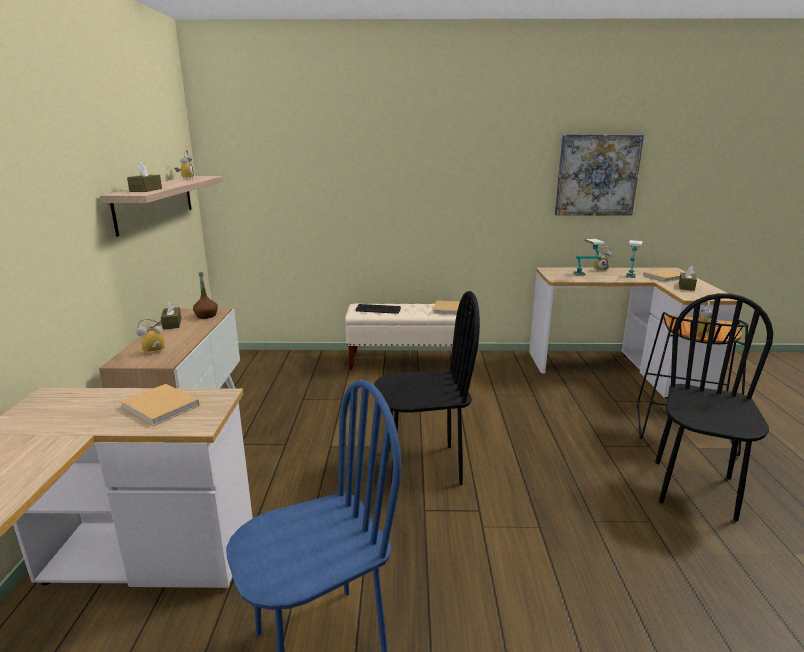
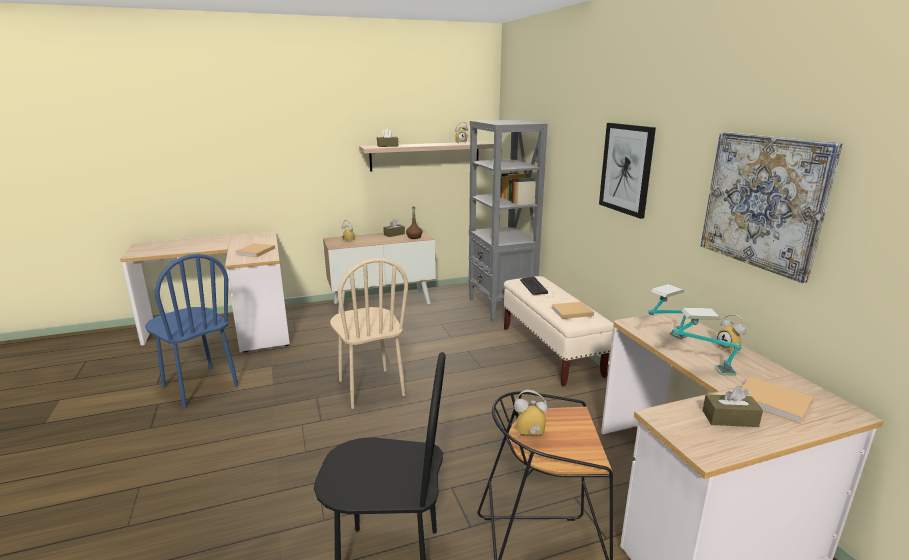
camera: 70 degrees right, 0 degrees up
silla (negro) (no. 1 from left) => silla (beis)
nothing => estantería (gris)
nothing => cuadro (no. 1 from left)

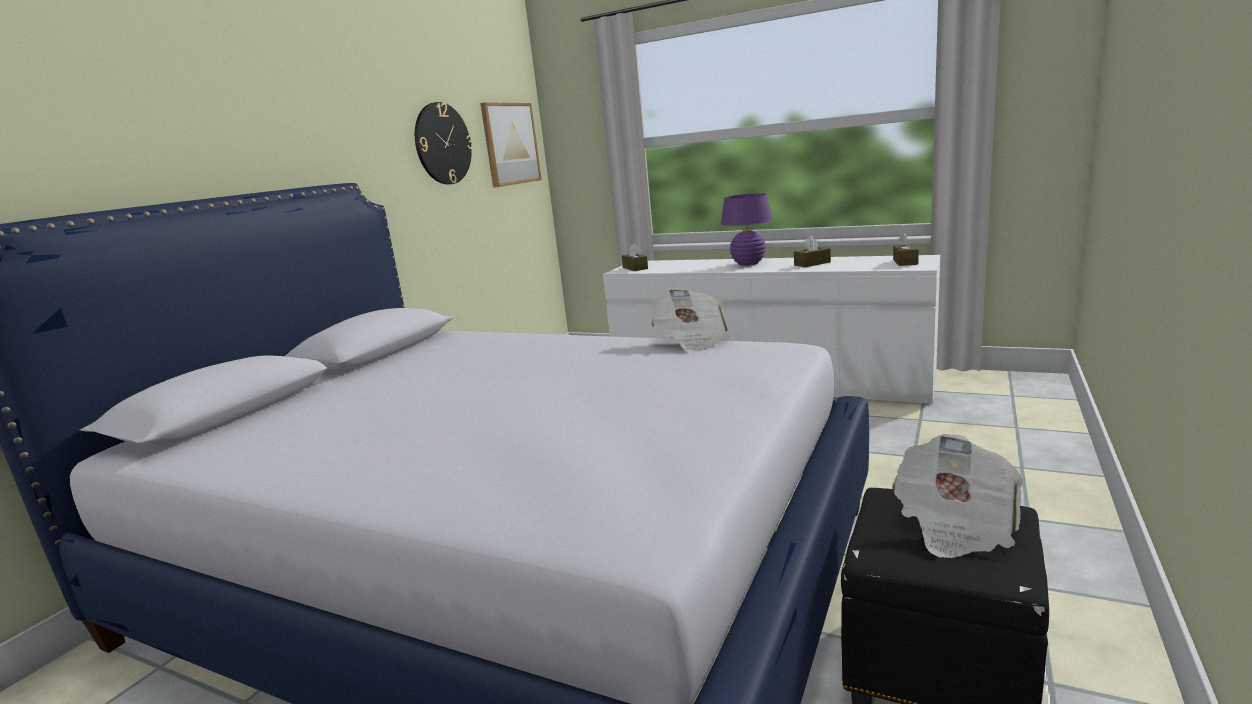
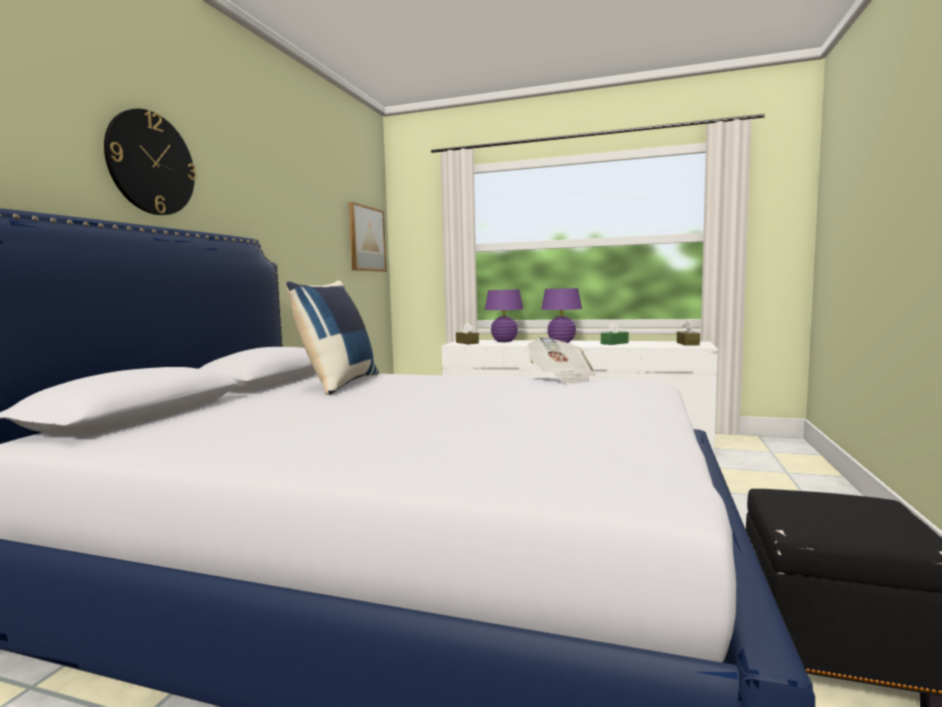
camera: 10 degrees left, 10 degrees down
reloj de pared, relocated
caja de pañuelos (marrón) (no. 2 from left) => caja de pañuelos (verde)
periódico (no. 2 from left) => nothing
nothing => cojín (azul)
nothing => lámpara de mesa (morado) (no. 1 from left)

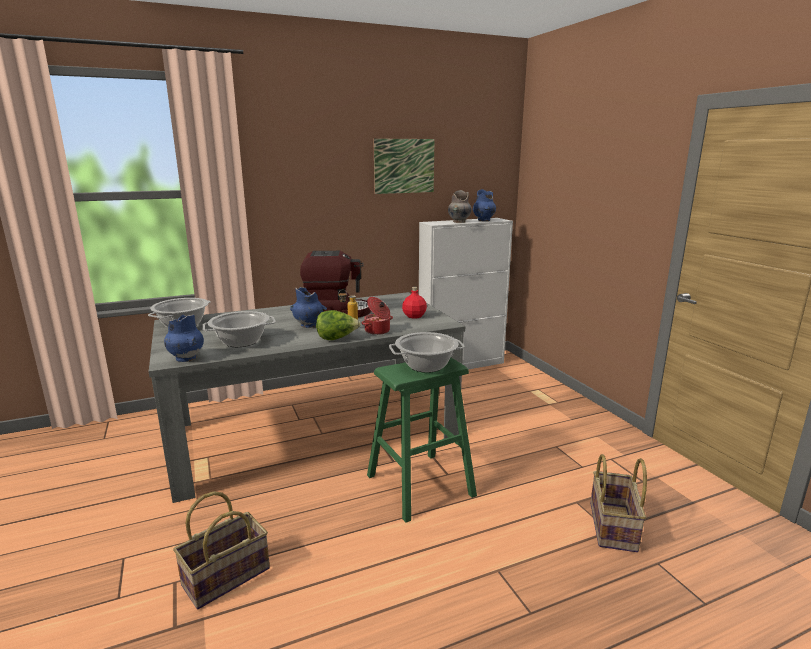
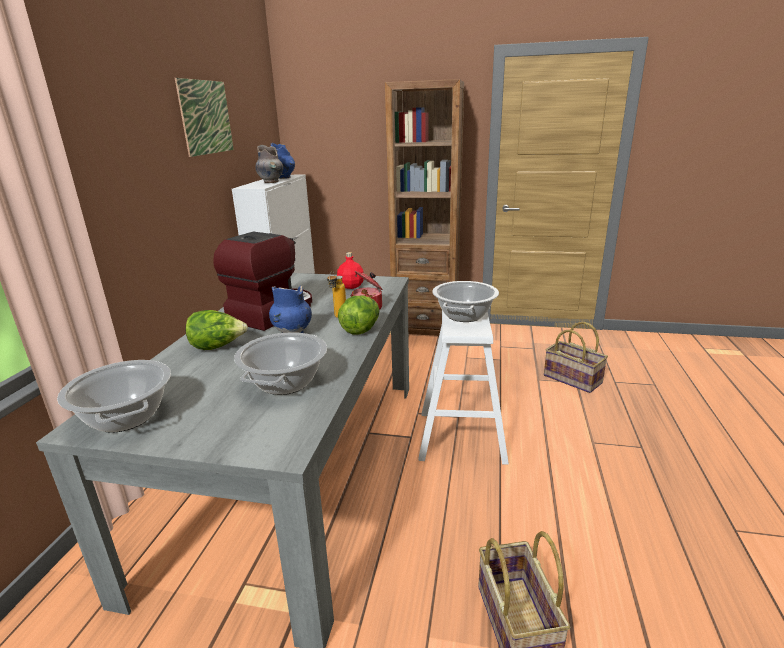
camera: 55 degrees left, 5 degrees up
florero (azul) (no. 1 from left) => nothing
taburete (verde) => taburete (blanco)
nothing => estantería (marrón)
nothing => lechuga (no. 1 from left)

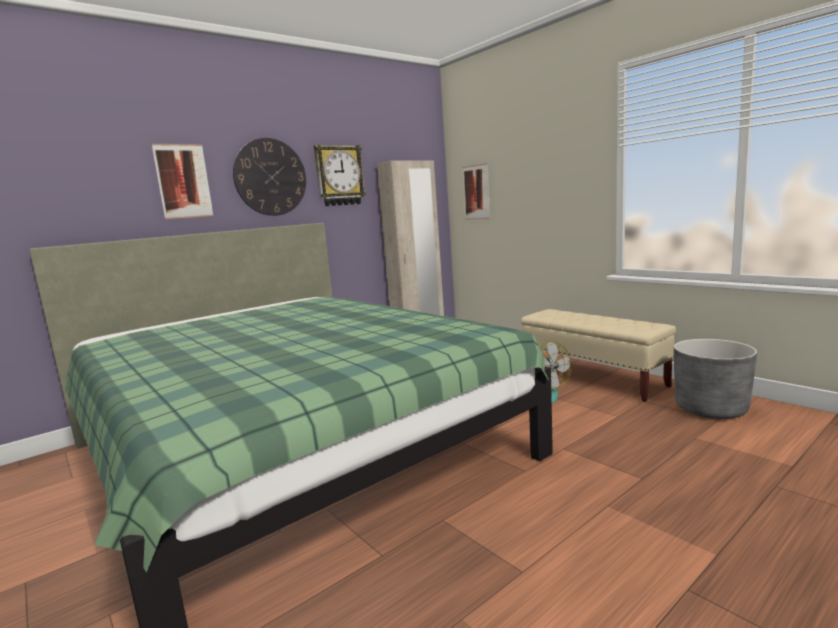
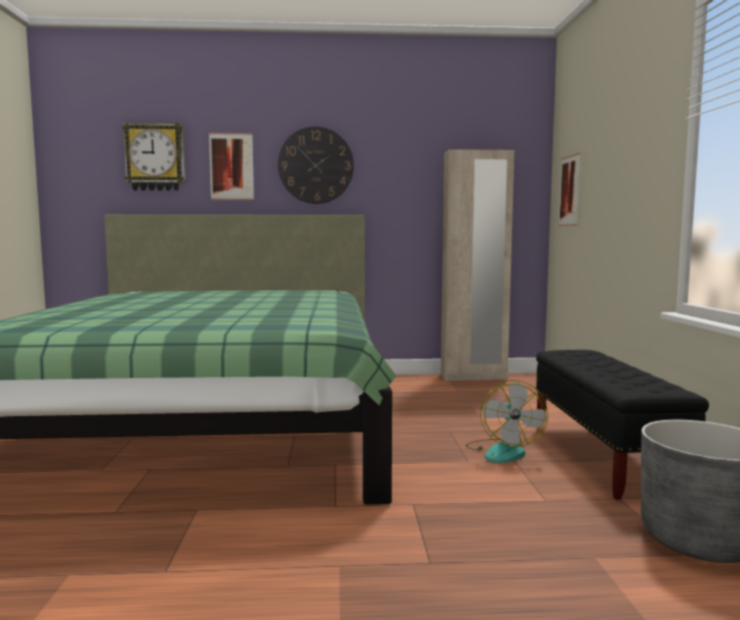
camera: 35 degrees right, 5 degrees down
reloj de pared (no. 2 from left in the first image) => reloj de pared (no. 1 from left), relocated
banco (beis) => banco (negro)

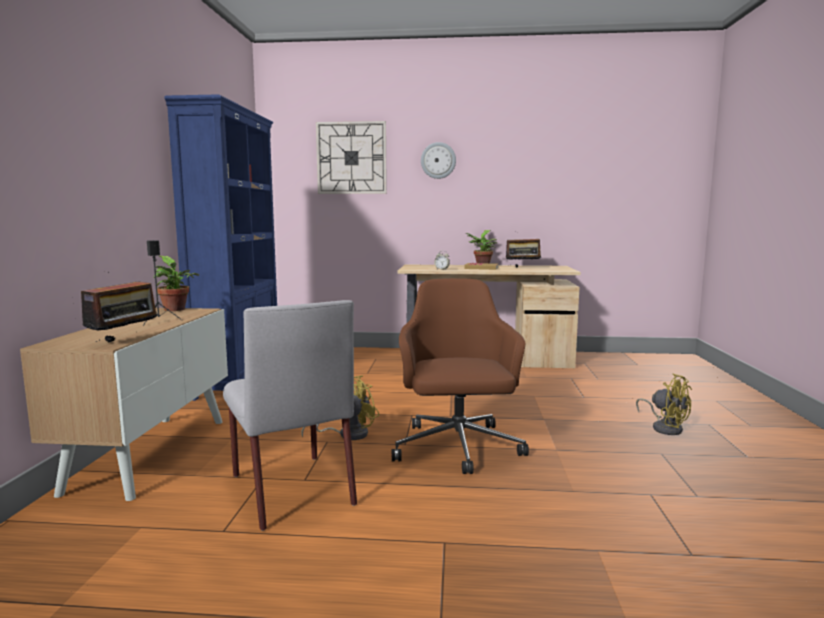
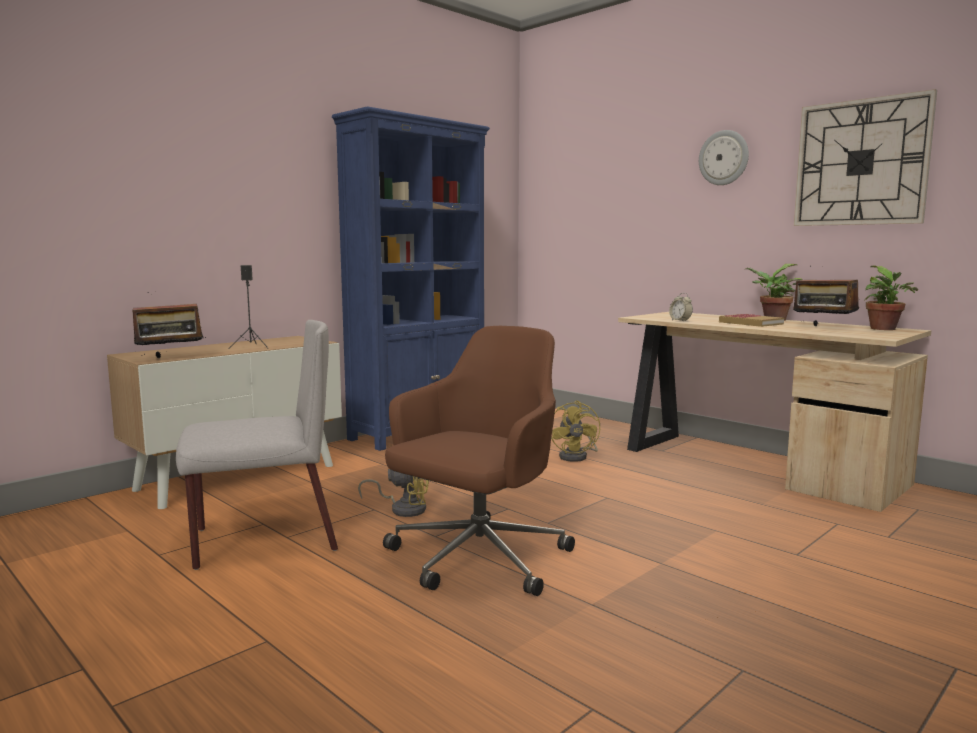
camera: 40 degrees right, 0 degrees up
reloj de pared (no. 1 from left in the first image) => reloj de pared (no. 2 from left), relocated
planta en maceta (no. 1 from left in the first image) => planta en maceta (no. 2 from left), relocated
silla (gris), 120 degrees counterclockwise
ventilador (amarillo) (no. 2 from left), relocated

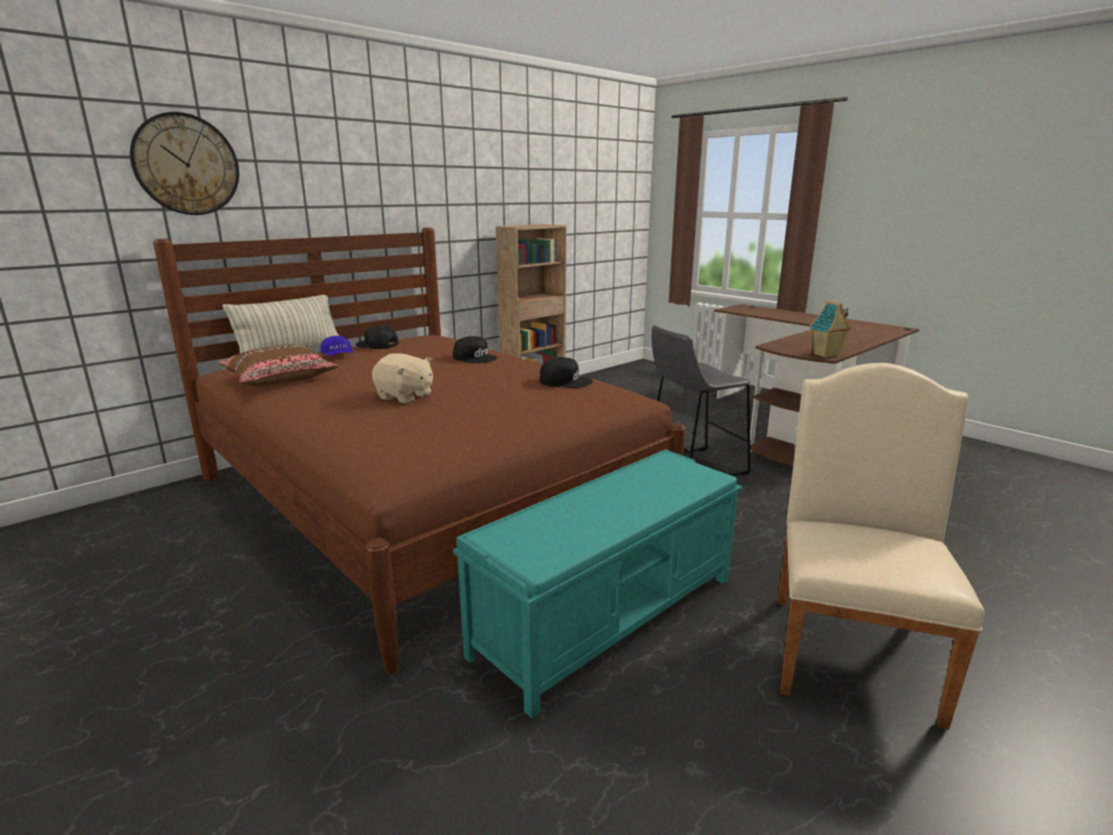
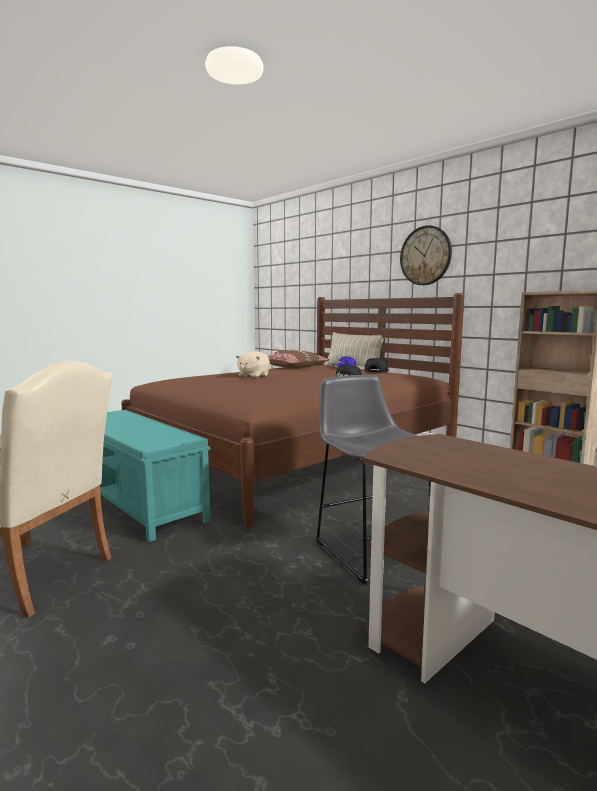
camera: 90 degrees right, 10 degrees down
reloj de pared, relocated
casita => nothing
gorra (negro) (no. 3 from left) => nothing

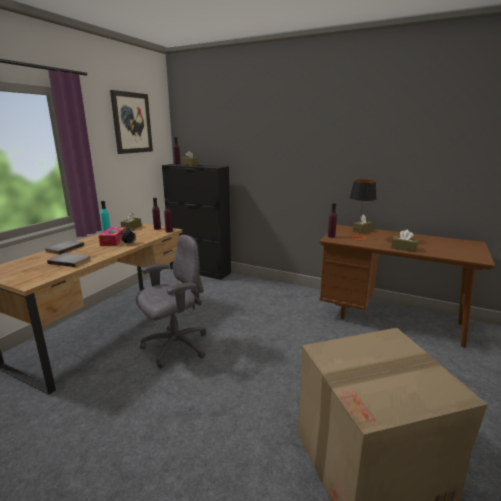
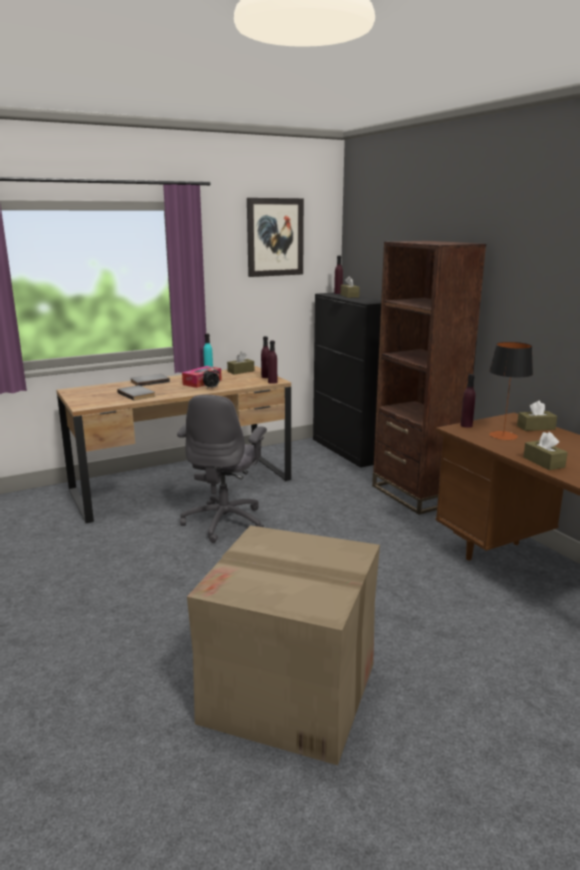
camera: 35 degrees right, 0 degrees up
silla de oficina (gris), 105 degrees clockwise
nothing => estantería (marrón)

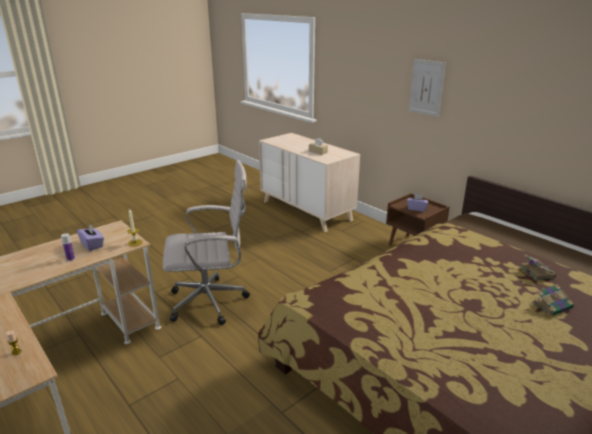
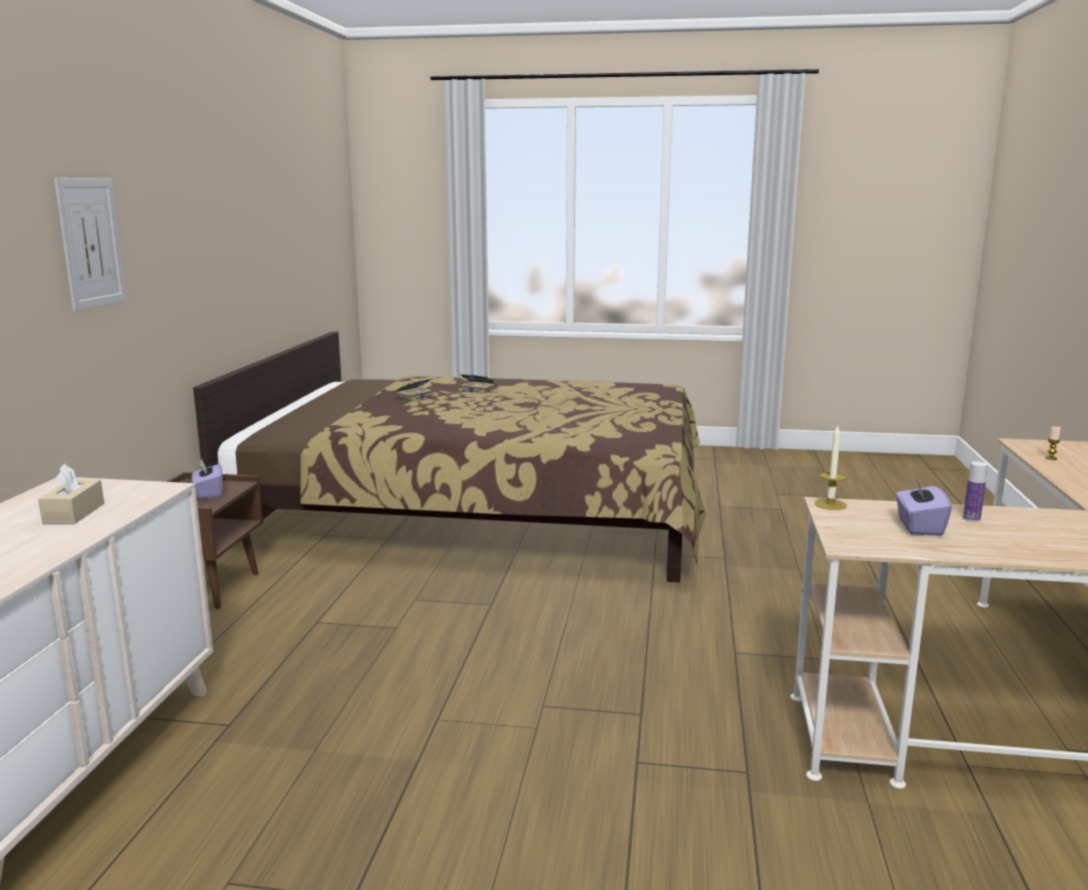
camera: 130 degrees left, 10 degrees down
silla de oficina (blanco) => nothing

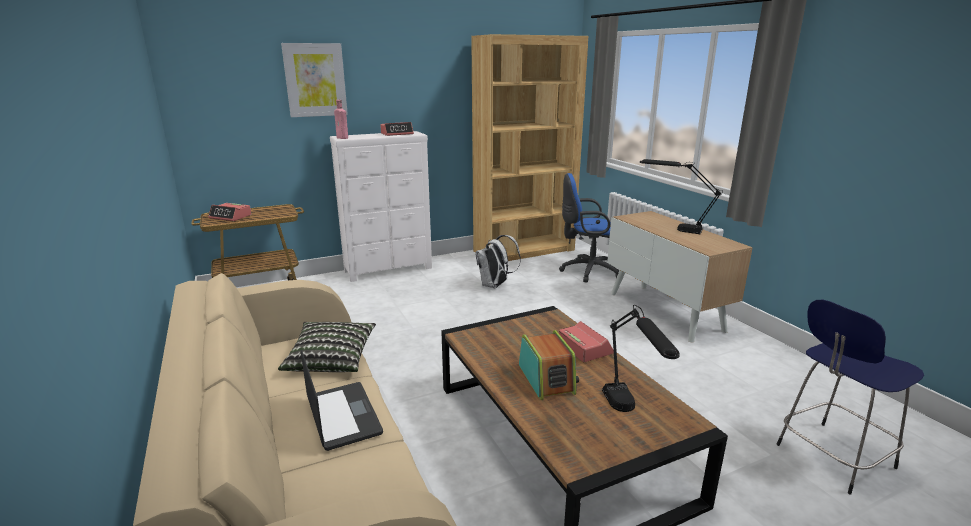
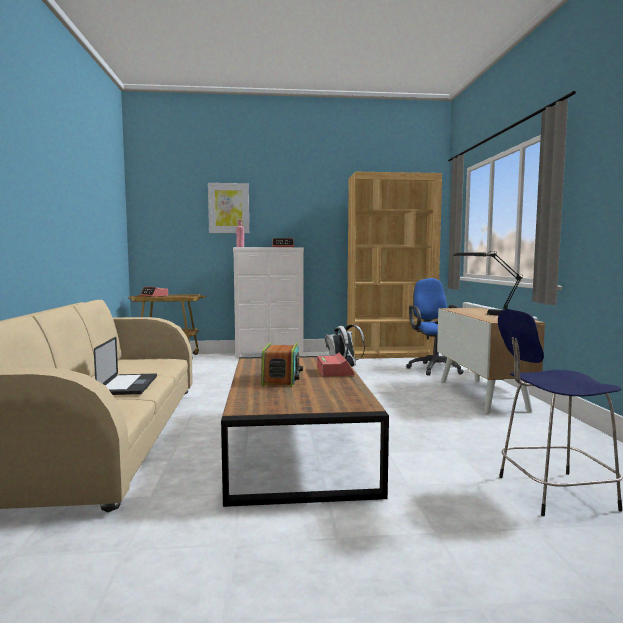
camera: 20 degrees right, 15 degrees down
silla de oficina (azul), 60 degrees clockwise
lámpara de mesa (negro) (no. 1 from left) => nothing
cojín => nothing

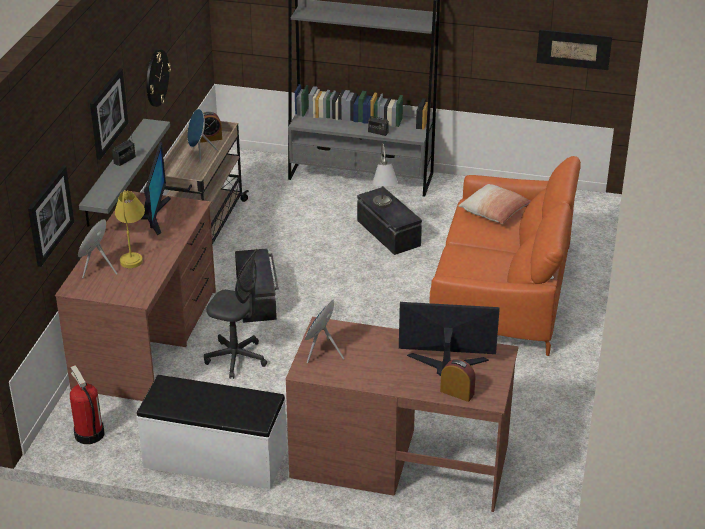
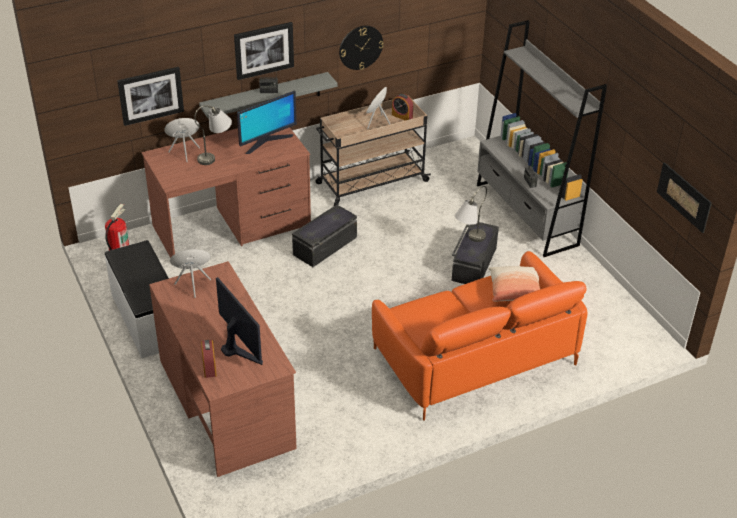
camera: 50 degrees right, 5 degrees up
lámpara de mesa (amarillo) => lámpara de mesa (gris) (no. 1 from left)
silla de oficina (gris) => nothing

